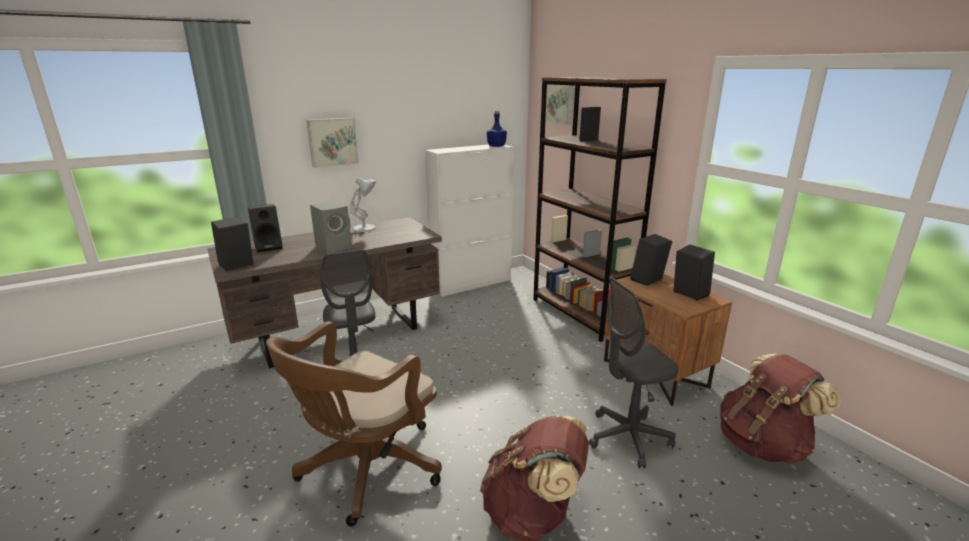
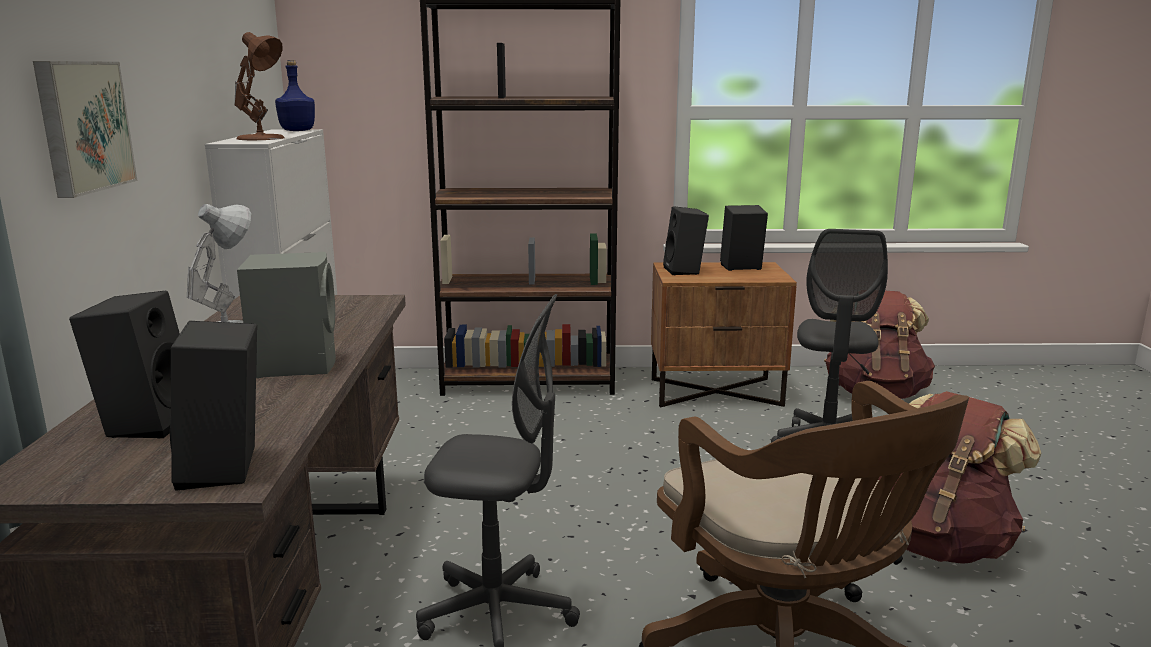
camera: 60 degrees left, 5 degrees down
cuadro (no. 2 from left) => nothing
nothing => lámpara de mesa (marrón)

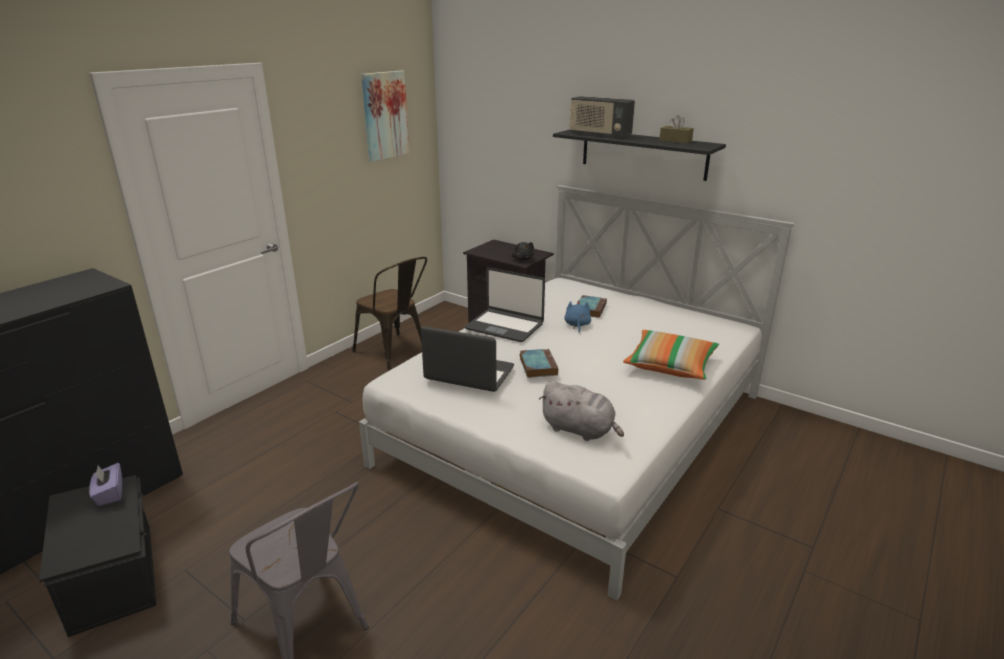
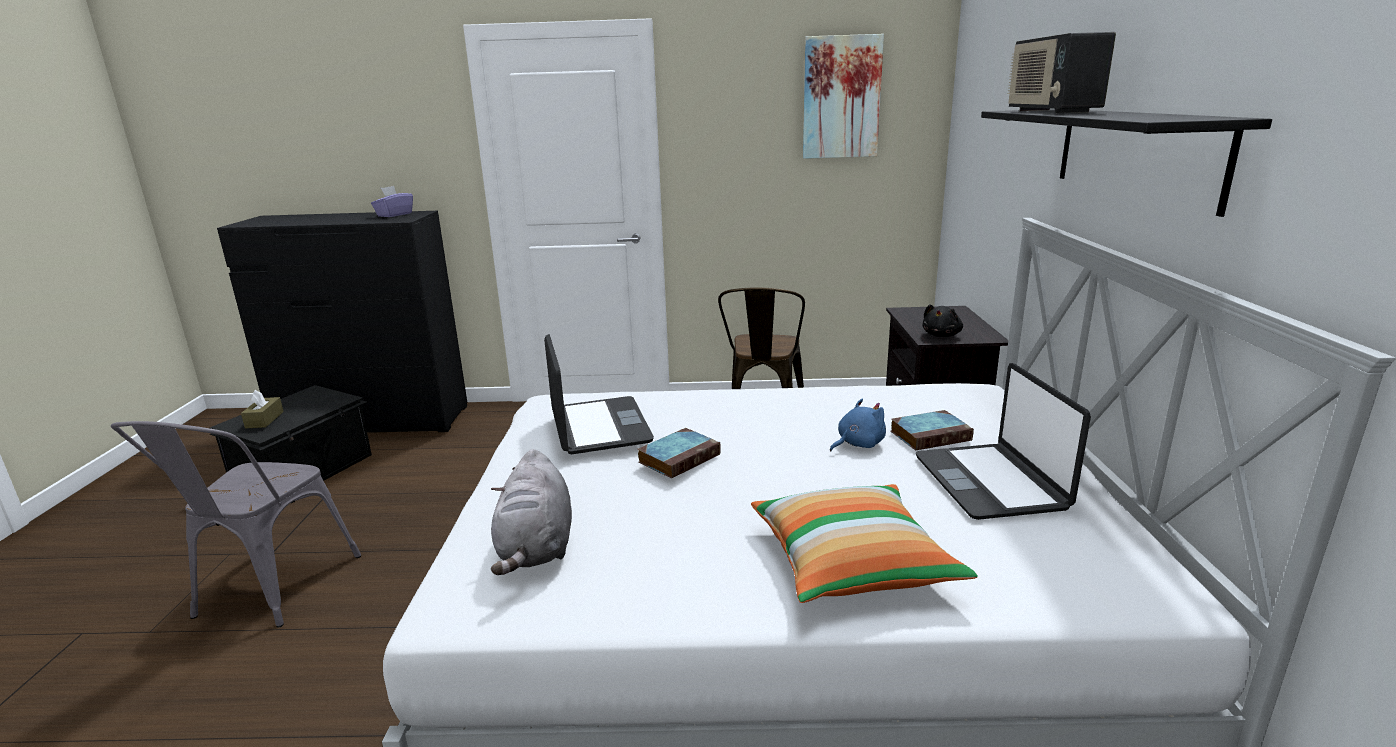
camera: 55 degrees right, 5 degrees down
caja de pañuelos (marrón), relocated
portátil (no. 2 from left), relocated
caja de pañuelos (morado), relocated

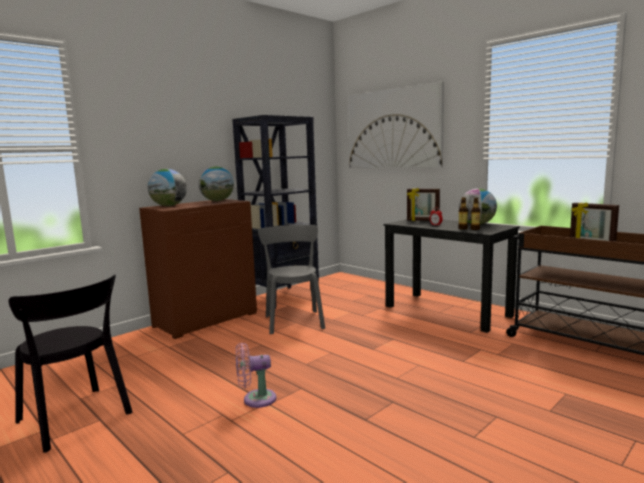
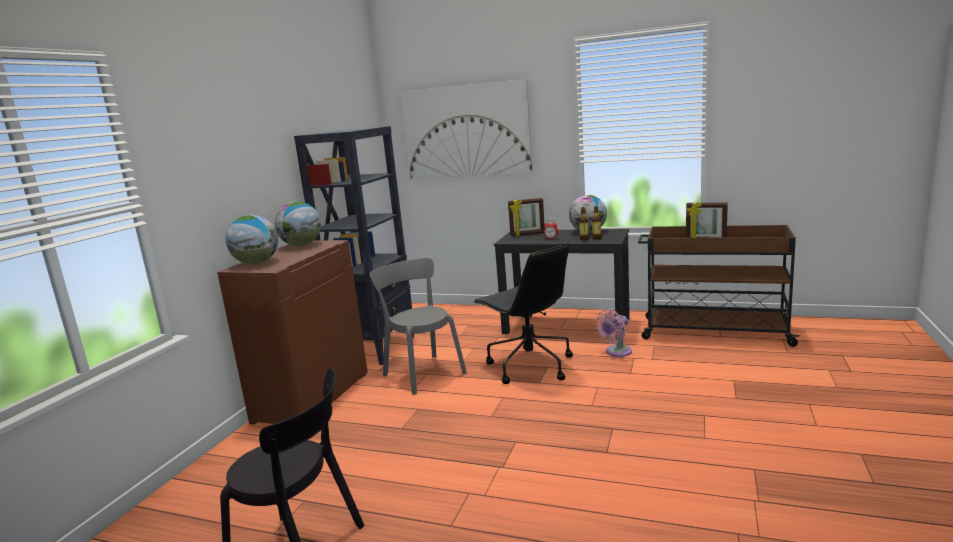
camera: 25 degrees left, 5 degrees up
ventilador (rosa), relocated
nothing => silla de oficina (negro)

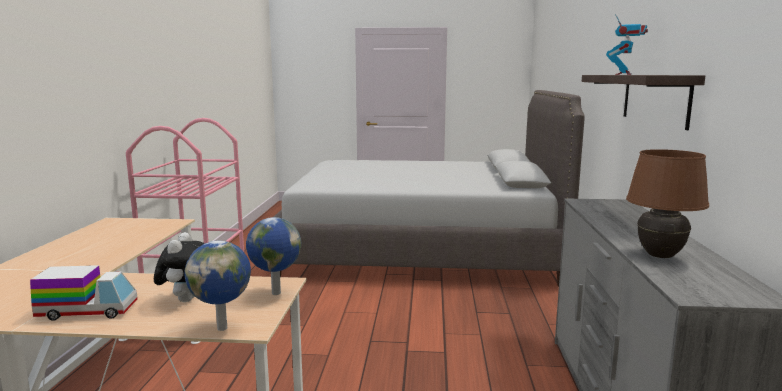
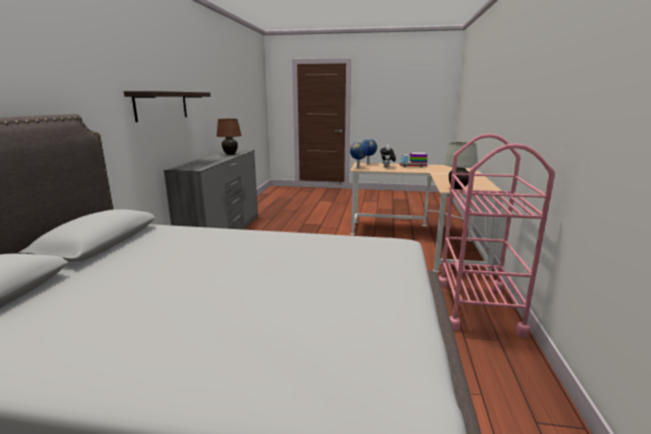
camera: 175 degrees left, 5 degrees up
robot de juguete => nothing
nothing => lámpara de mesa (blanco)

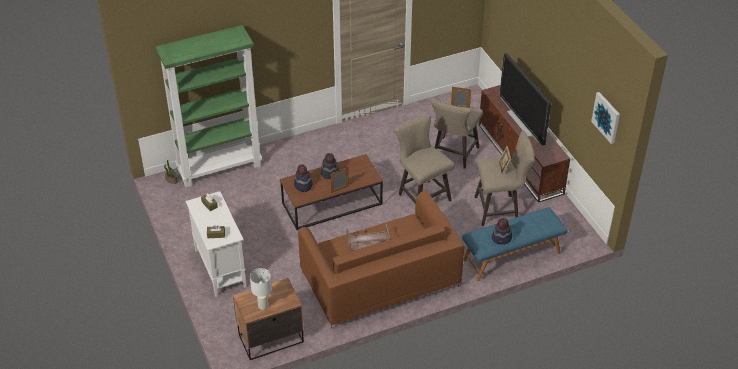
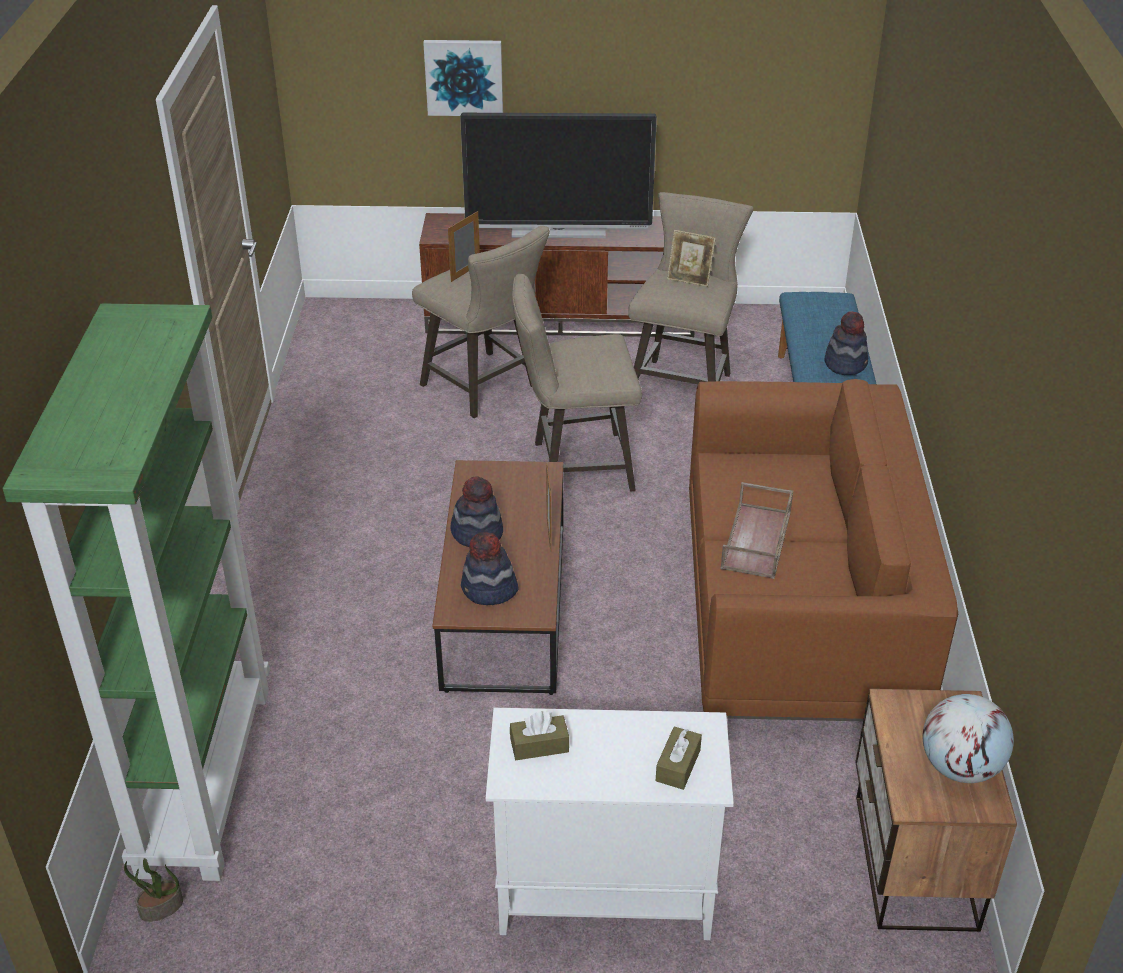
camera: 65 degrees left, 5 degrees down
cuadro, relocated
lámpara de mesa (blanco) => globo terráqueo

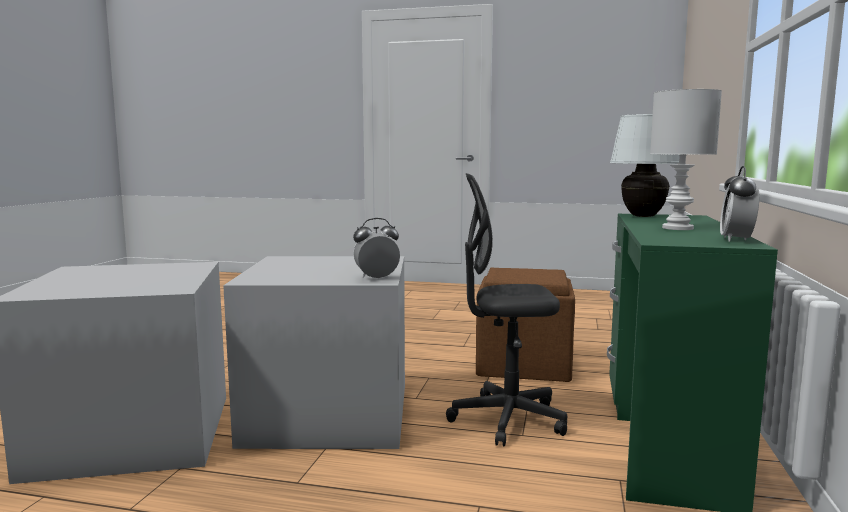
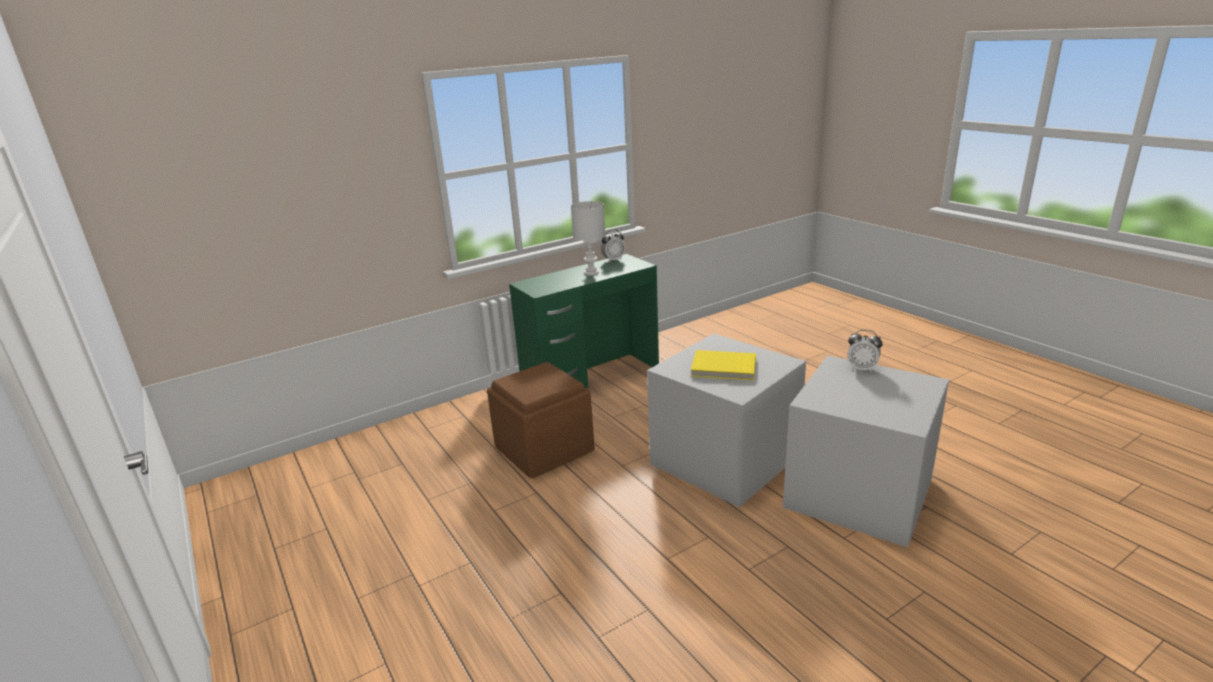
camera: 135 degrees left, 15 degrees up
lámpara de mesa (blanco) (no. 1 from left) => nothing
silla de oficina (gris) => nothing
despertador (no. 1 from left in the first image) => despertador (no. 2 from left), relocated
nothing => libro (amarillo)

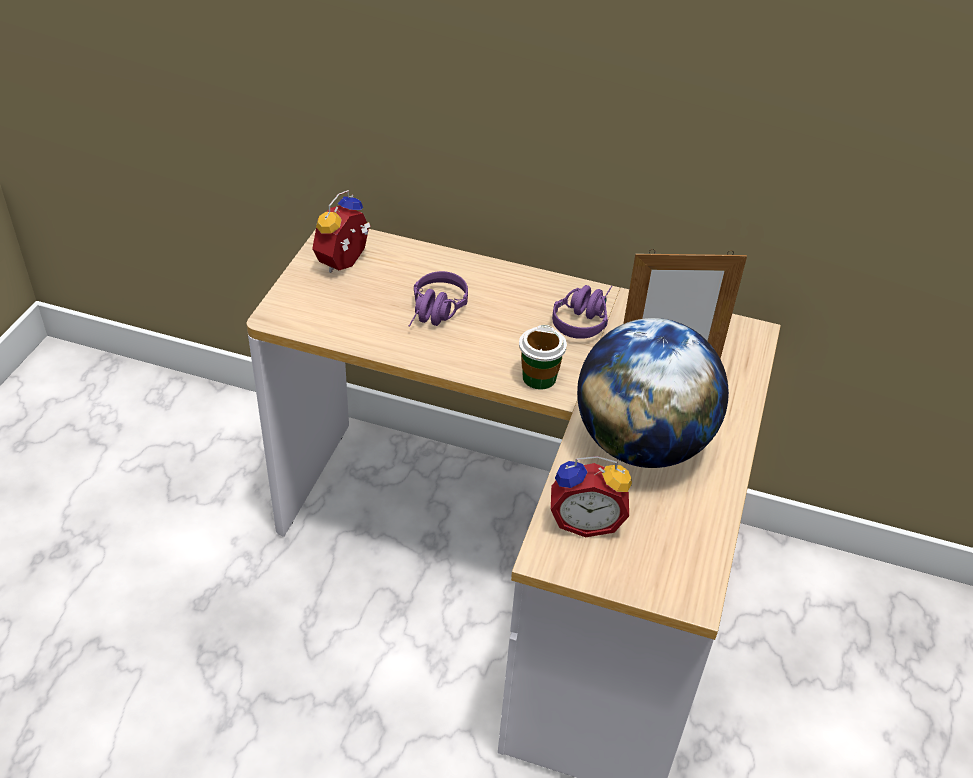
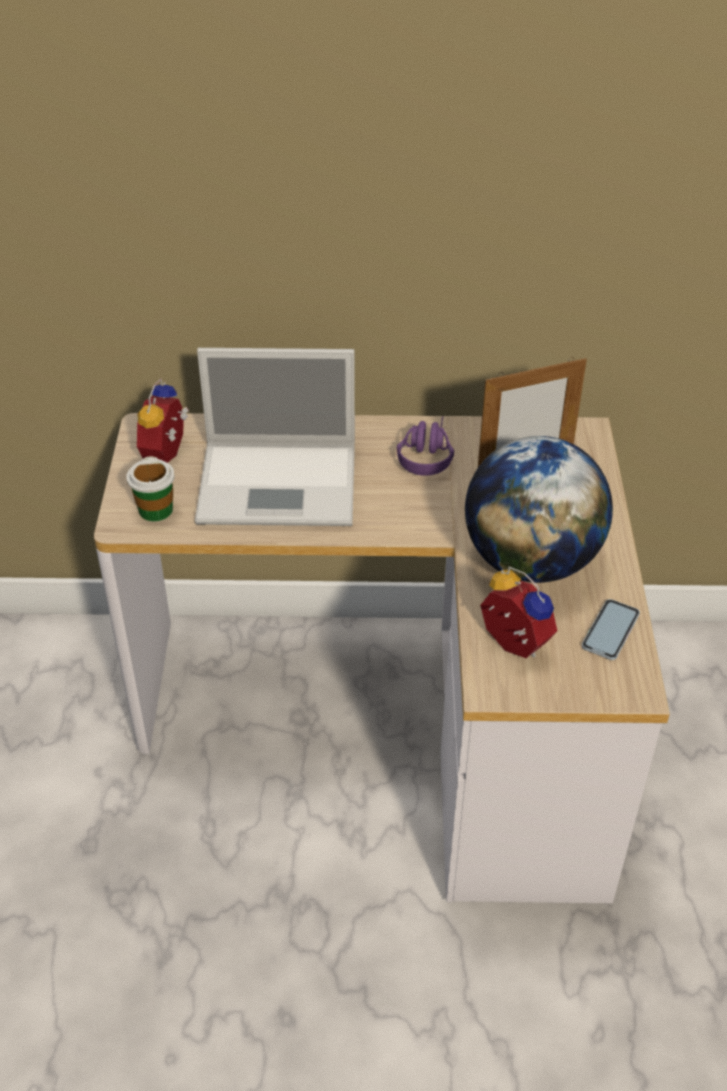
camera: 15 degrees left, 0 degrees up
auriculares (morado) (no. 1 from left) => portátil
taza, relocated
despertador (no. 2 from left), 120 degrees counterclockwise
nothing => móvil

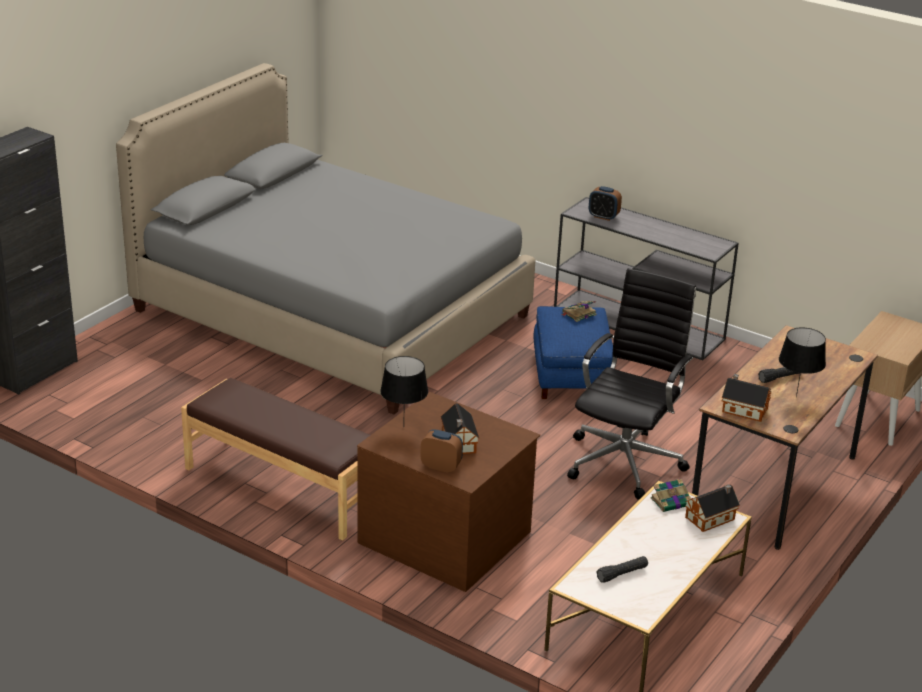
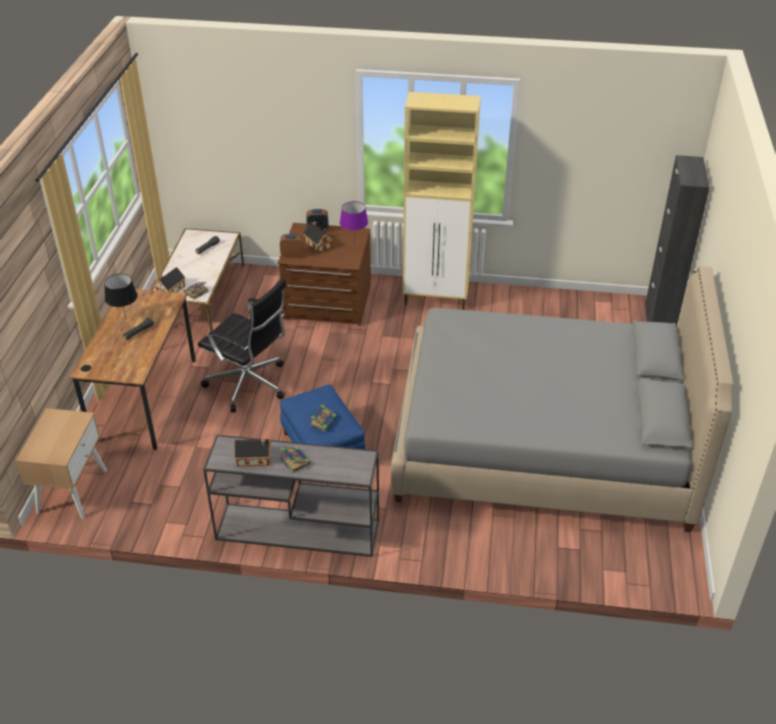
camera: 155 degrees right, 10 degrees up
despertador (no. 2 from left in the first image) => despertador (no. 1 from left), relocated
silla de oficina (negro), 60 degrees counterclockwise
lámpara de mesa (negro) (no. 1 from left) => lámpara de mesa (morado)
casita (no. 3 from left in the first image) => casita (no. 2 from left), relocated
banco (marrón) => armario (beis)
nothing => libro (no. 2 from left)

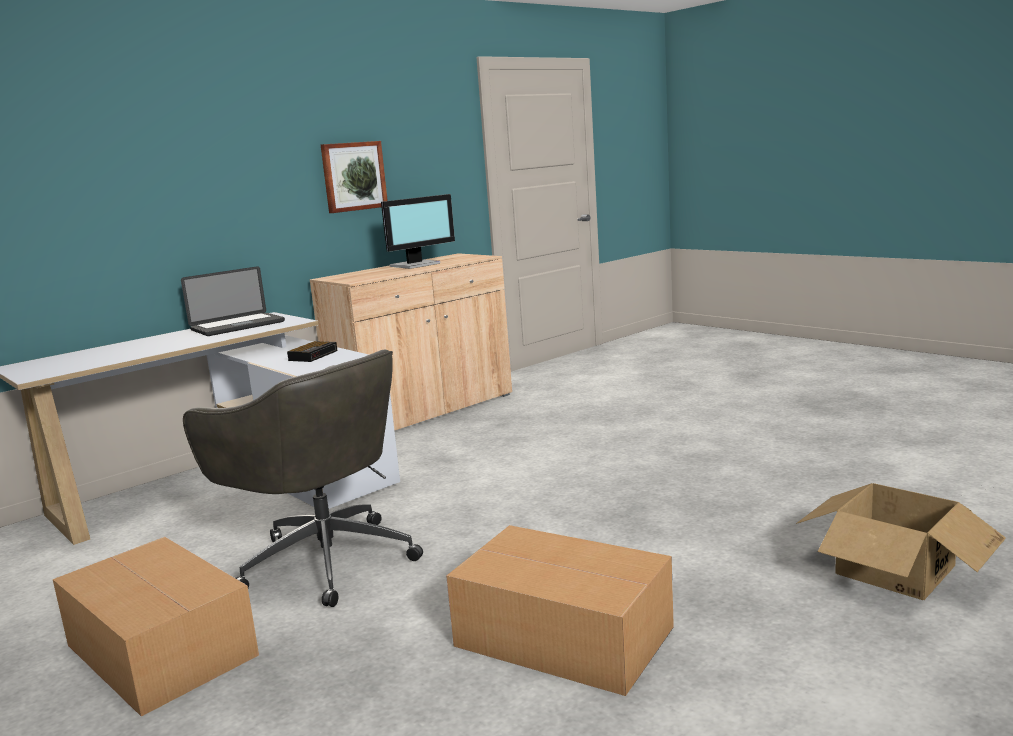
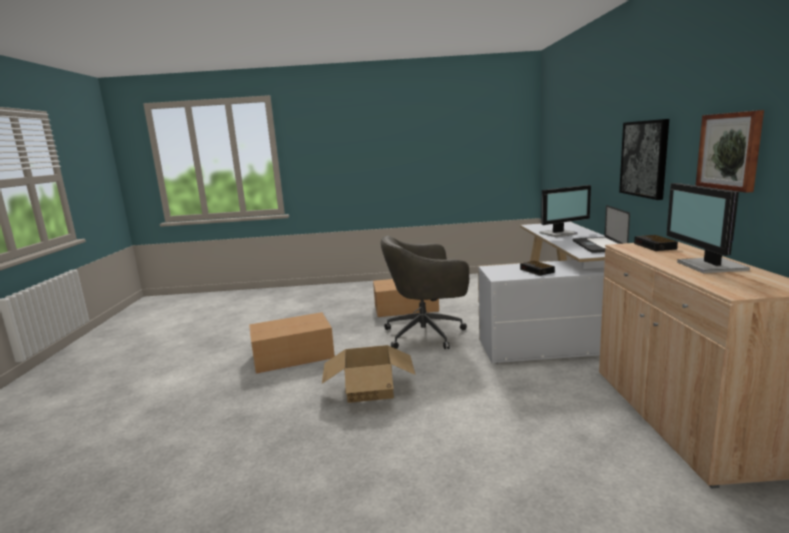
camera: 130 degrees right, 0 degrees up
caja de cartón (no. 3 from left in the first image) => caja de cartón (no. 2 from left), relocated
nothing => cuadro (no. 1 from left)
nothing => monitor (no. 1 from left)
nothing => despertador (no. 2 from left)

